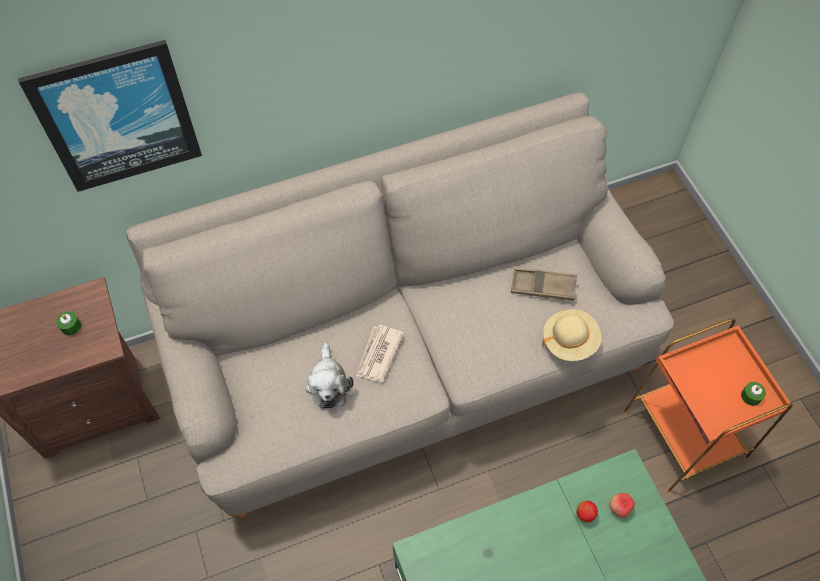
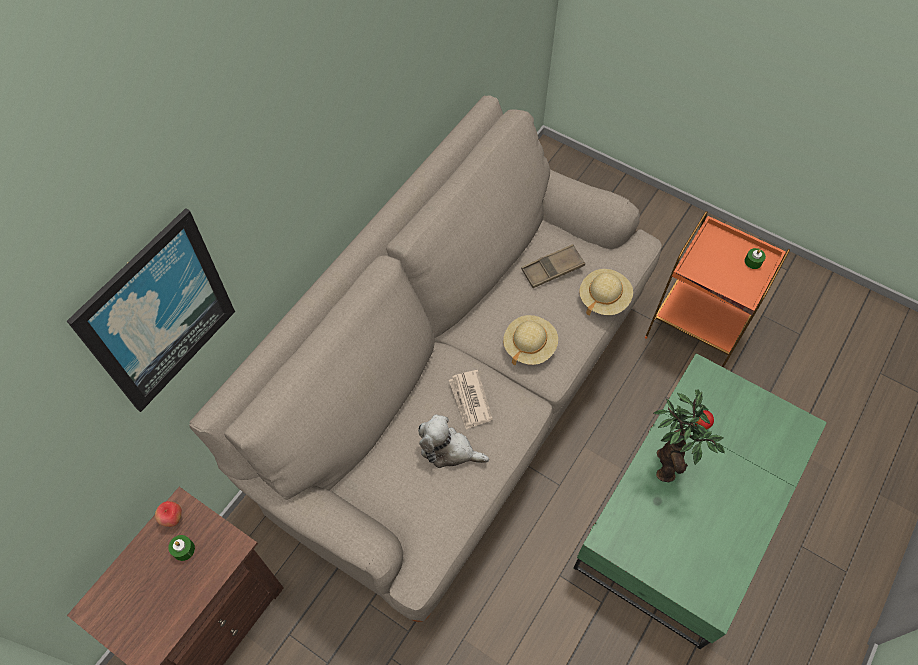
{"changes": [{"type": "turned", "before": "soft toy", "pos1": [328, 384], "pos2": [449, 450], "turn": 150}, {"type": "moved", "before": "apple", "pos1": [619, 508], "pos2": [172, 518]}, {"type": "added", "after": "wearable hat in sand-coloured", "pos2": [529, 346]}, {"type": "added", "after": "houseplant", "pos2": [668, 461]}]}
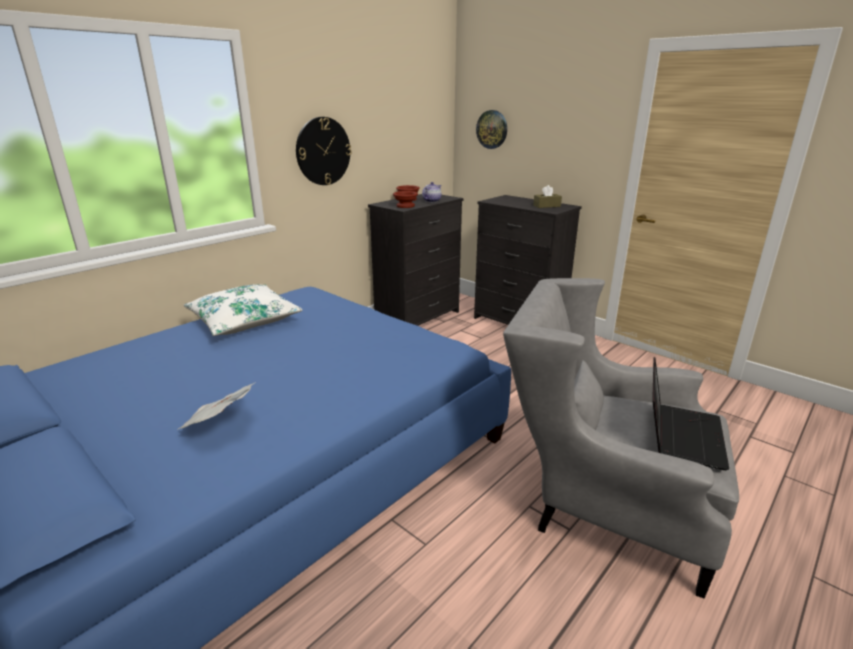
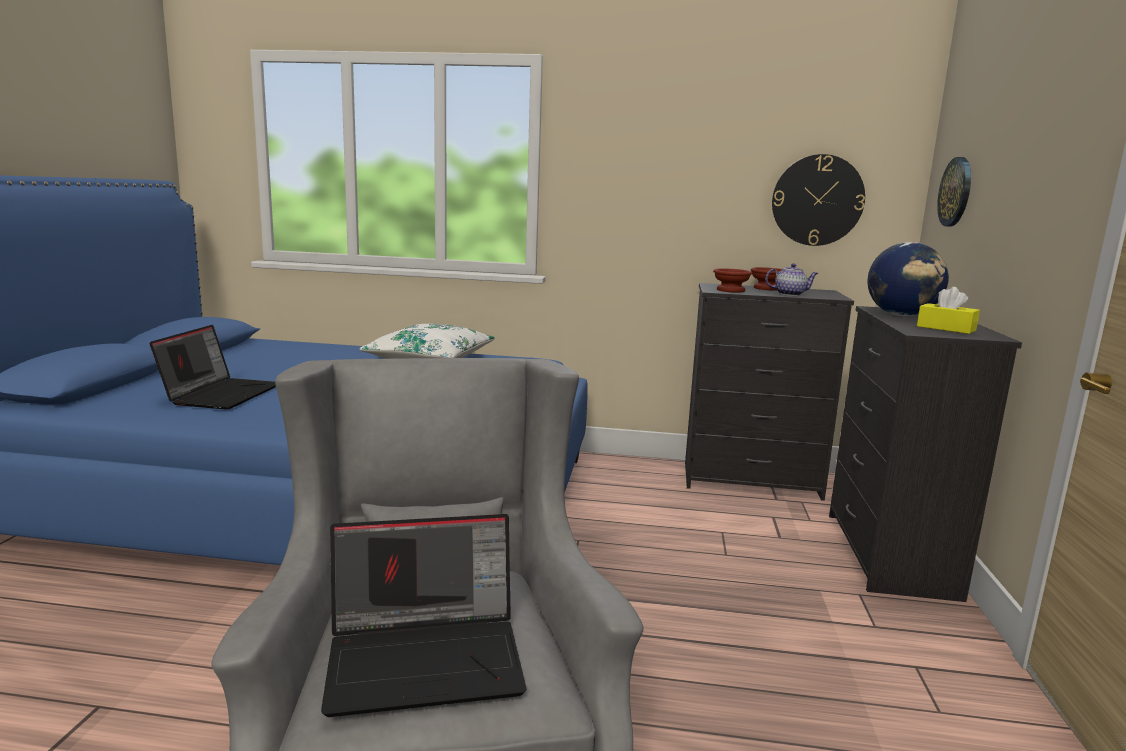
{"changes": [{"type": "moved", "before": "hanging clock", "pos1": [323, 151], "pos2": [817, 200]}, {"type": "recoloured", "before": "tissue box in brownish", "after": "tissue box in yellow", "pos1": [546, 206], "pos2": [946, 328]}, {"type": "replaced", "before": "printed paper", "after": "laptop", "pos1": [220, 423], "pos2": [221, 394]}, {"type": "added", "after": "world globe", "pos2": [902, 315]}]}
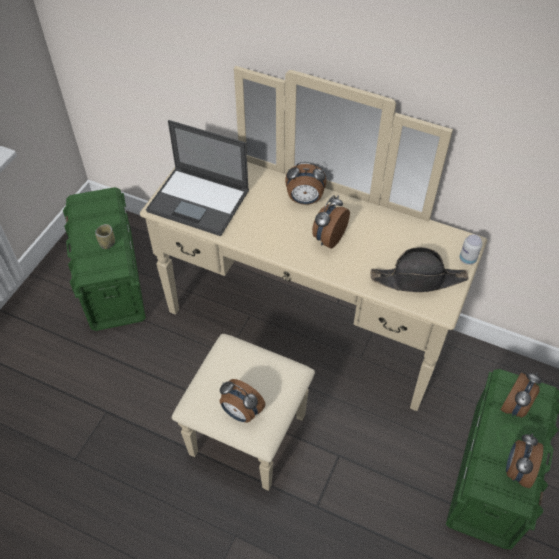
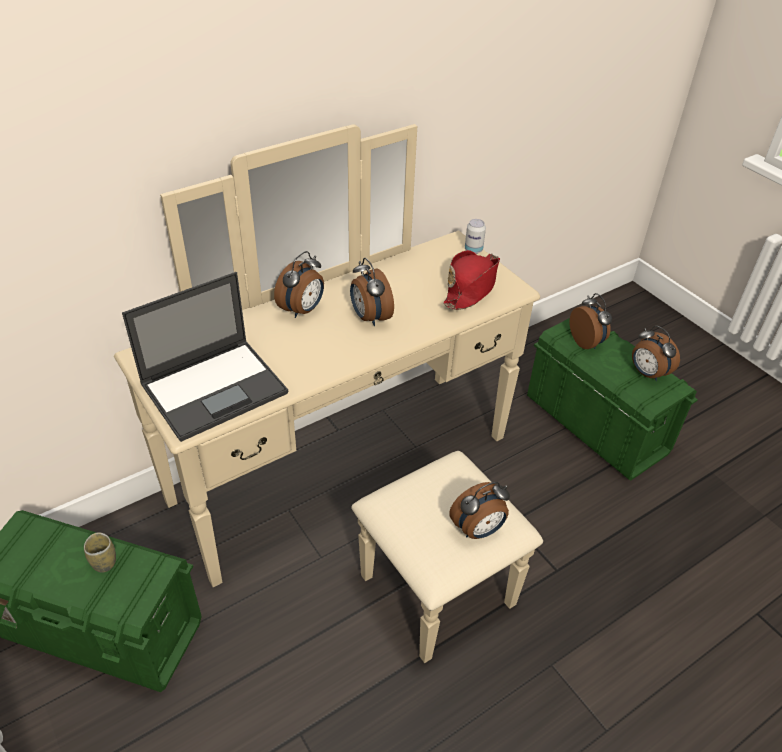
{"changes": [{"type": "recoloured", "before": "wearable hat in blackish", "after": "wearable hat in red", "pos1": [418, 279], "pos2": [472, 287]}]}
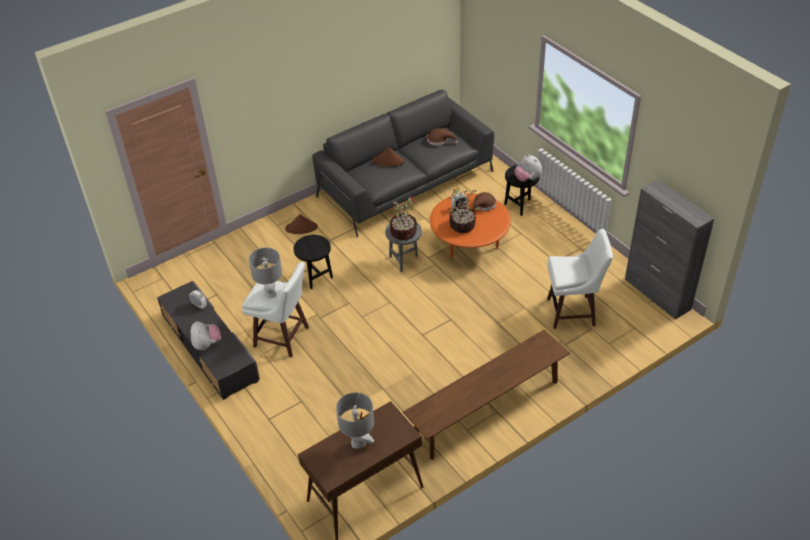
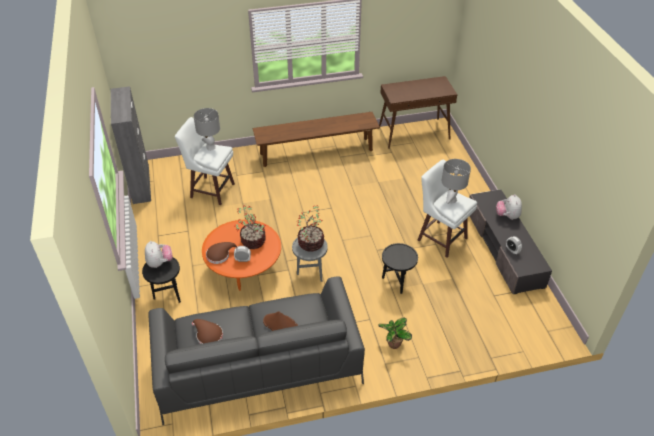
{"changes": [{"type": "replaced", "before": "wearable hat in brownish", "after": "houseplant", "pos1": [301, 228], "pos2": [393, 344]}, {"type": "moved", "before": "table lamp in grey", "pos1": [358, 443], "pos2": [210, 147]}]}
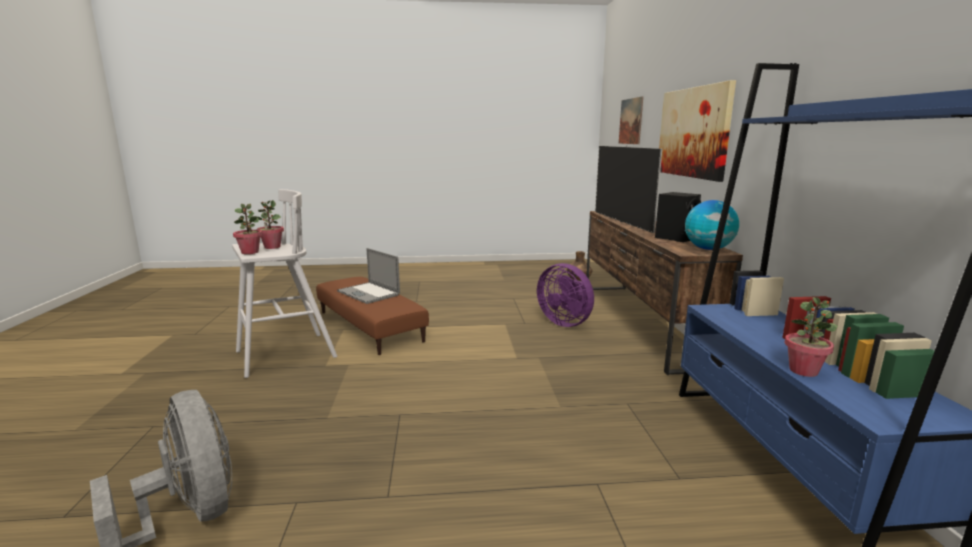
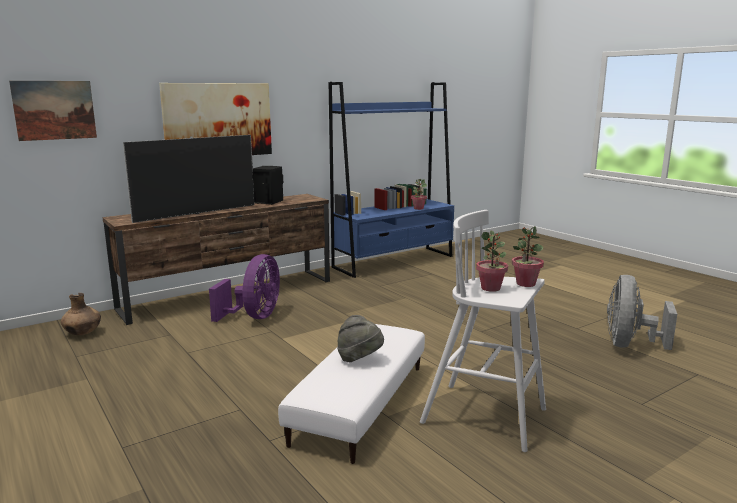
{"changes": [{"type": "removed", "before": "world globe", "pos1": [708, 249]}, {"type": "replaced", "before": "laptop", "after": "wearable hat in grey", "pos1": [368, 293], "pos2": [360, 359]}, {"type": "recoloured", "before": "pouffe in brownish", "after": "pouffe in white-coloured", "pos1": [370, 326], "pos2": [360, 403]}]}
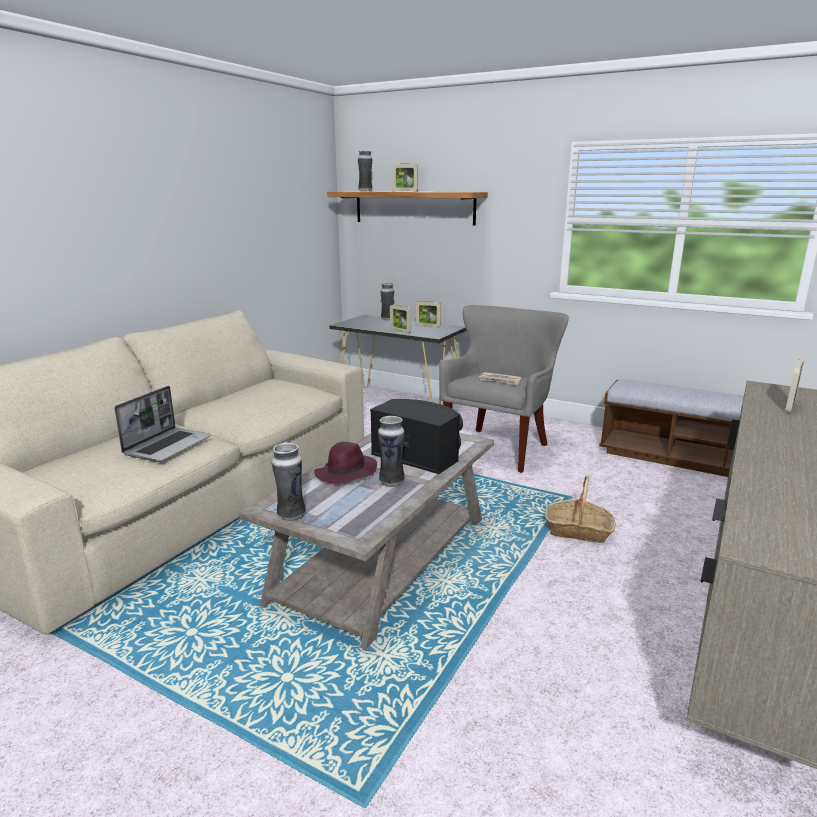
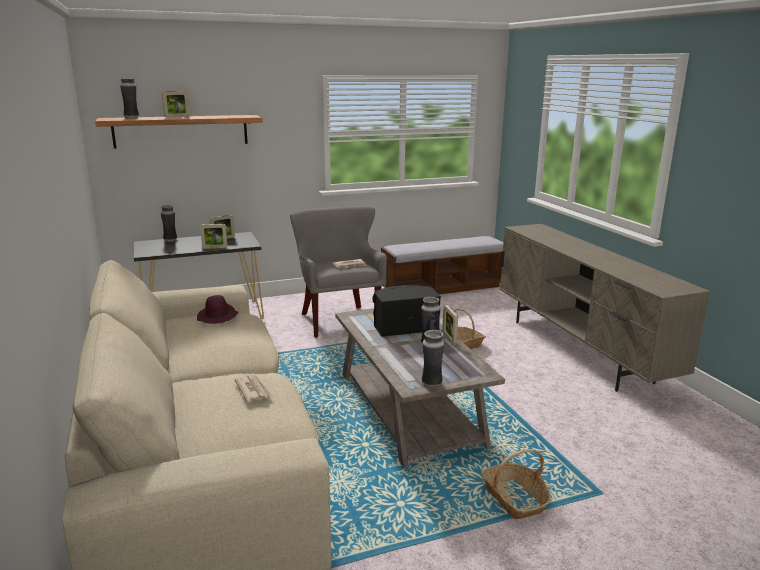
{"changes": [{"type": "moved", "before": "photo frame", "pos1": [789, 407], "pos2": [449, 339]}, {"type": "replaced", "before": "laptop", "after": "printed paper", "pos1": [168, 445], "pos2": [253, 390]}, {"type": "moved", "before": "wearable hat in purple", "pos1": [346, 473], "pos2": [218, 317]}, {"type": "added", "after": "household basket", "pos2": [514, 499]}]}
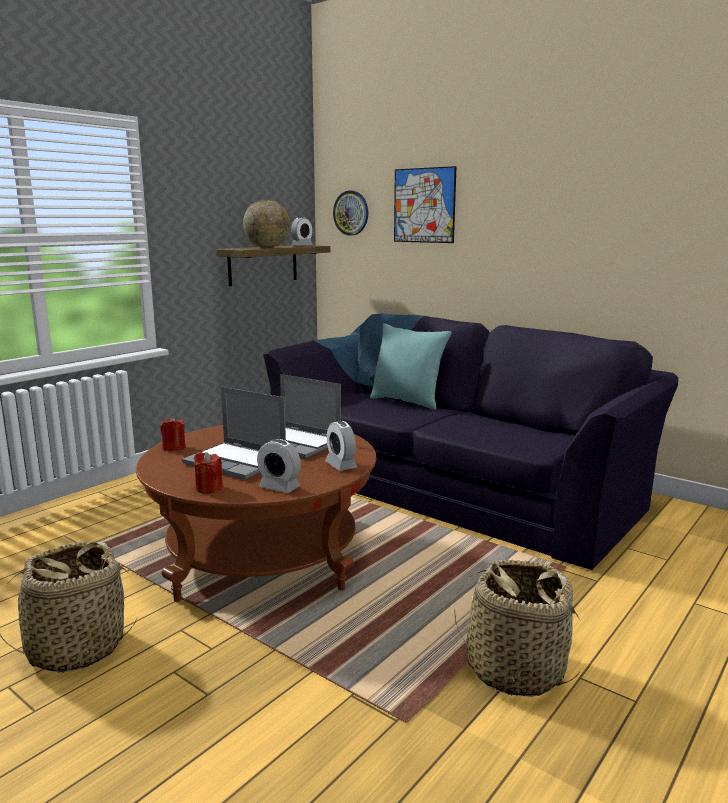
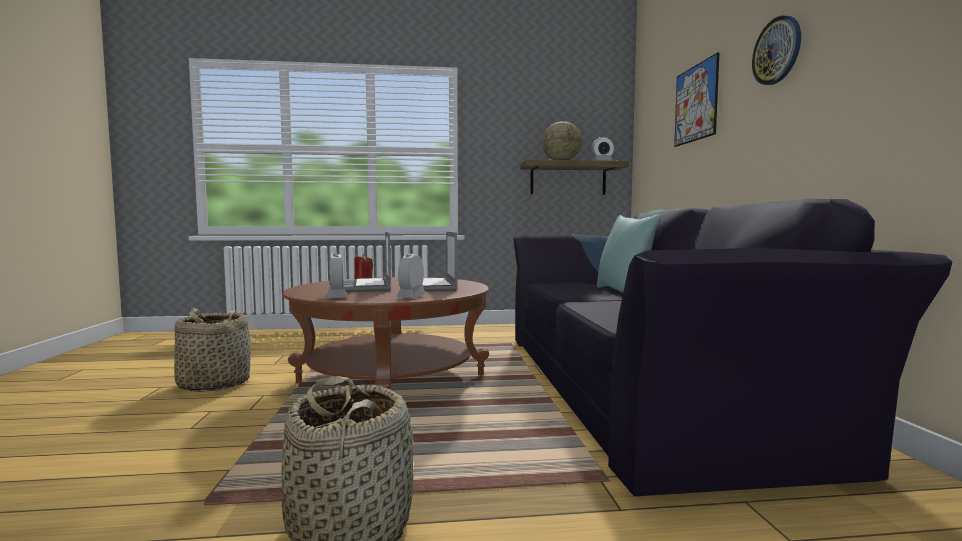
{"changes": [{"type": "moved", "before": "hanging clock", "pos1": [351, 213], "pos2": [777, 51]}, {"type": "removed", "before": "candle in red", "pos1": [209, 488]}]}
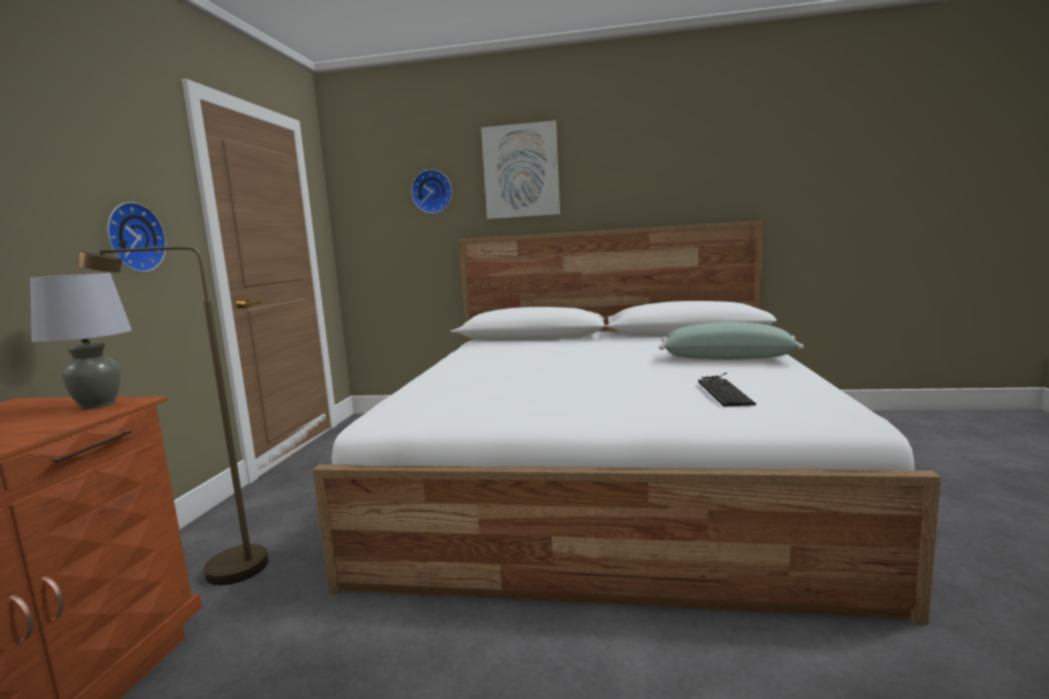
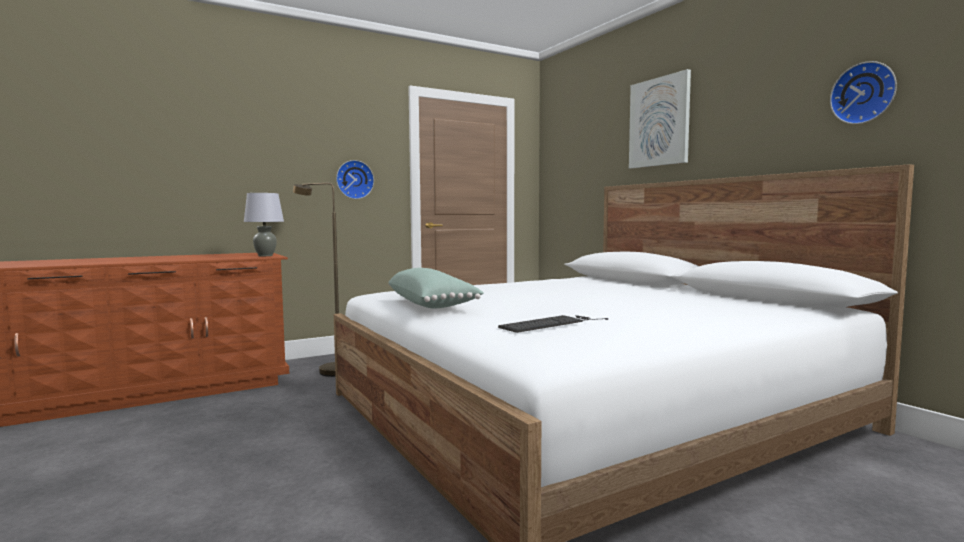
{"changes": [{"type": "moved", "before": "hanging clock", "pos1": [432, 191], "pos2": [864, 93]}, {"type": "moved", "before": "throw pillow in green-coloured", "pos1": [727, 358], "pos2": [432, 305]}]}
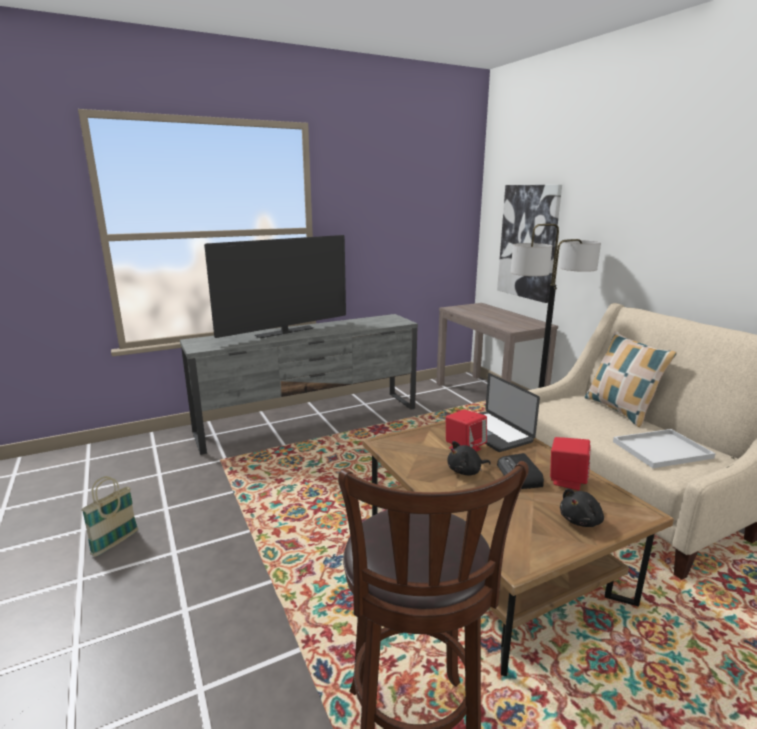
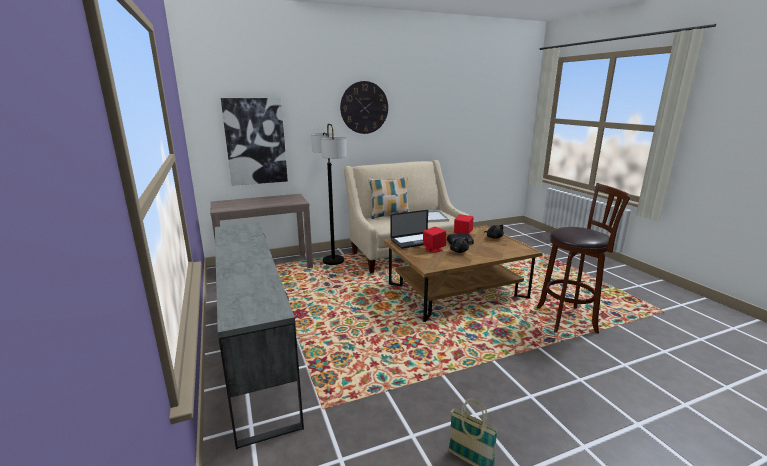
{"changes": [{"type": "removed", "before": "television", "pos1": [285, 332]}, {"type": "added", "after": "hanging clock", "pos2": [364, 107]}]}
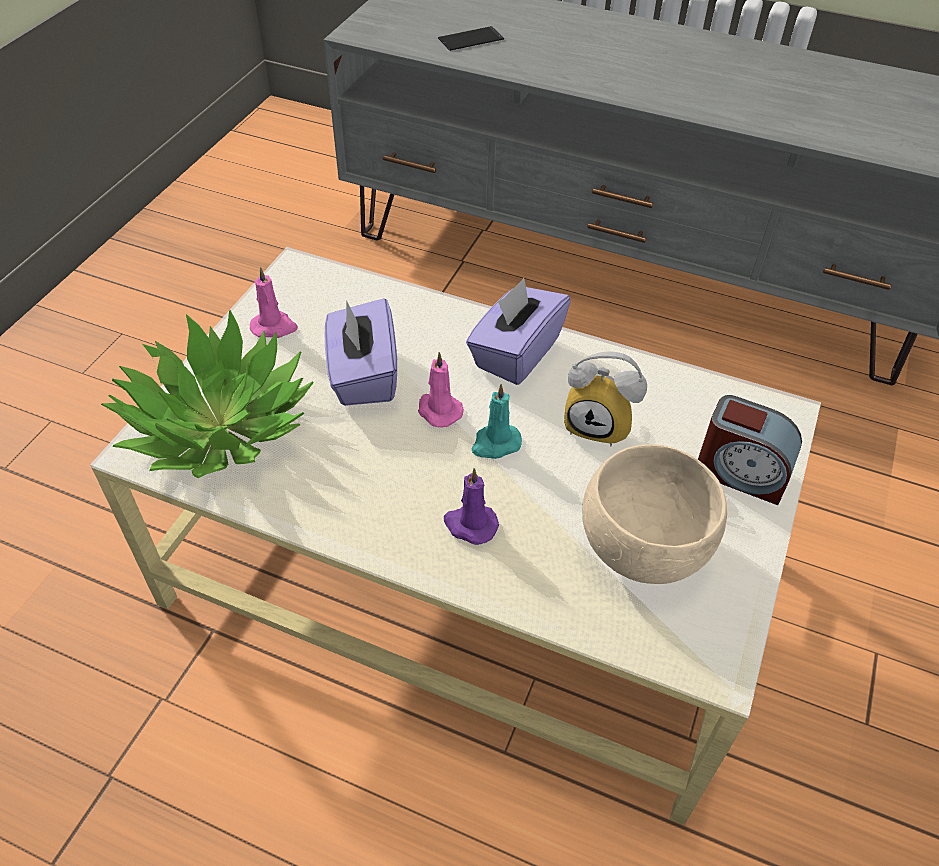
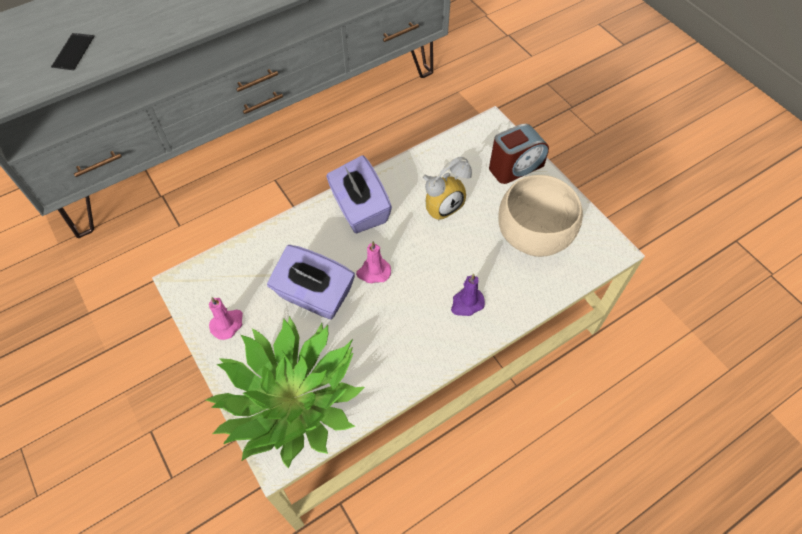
{"changes": [{"type": "removed", "before": "candle in blue-green", "pos1": [495, 443]}]}
